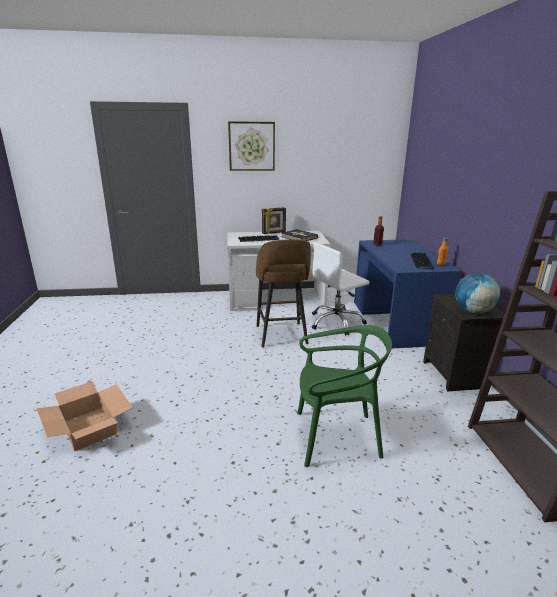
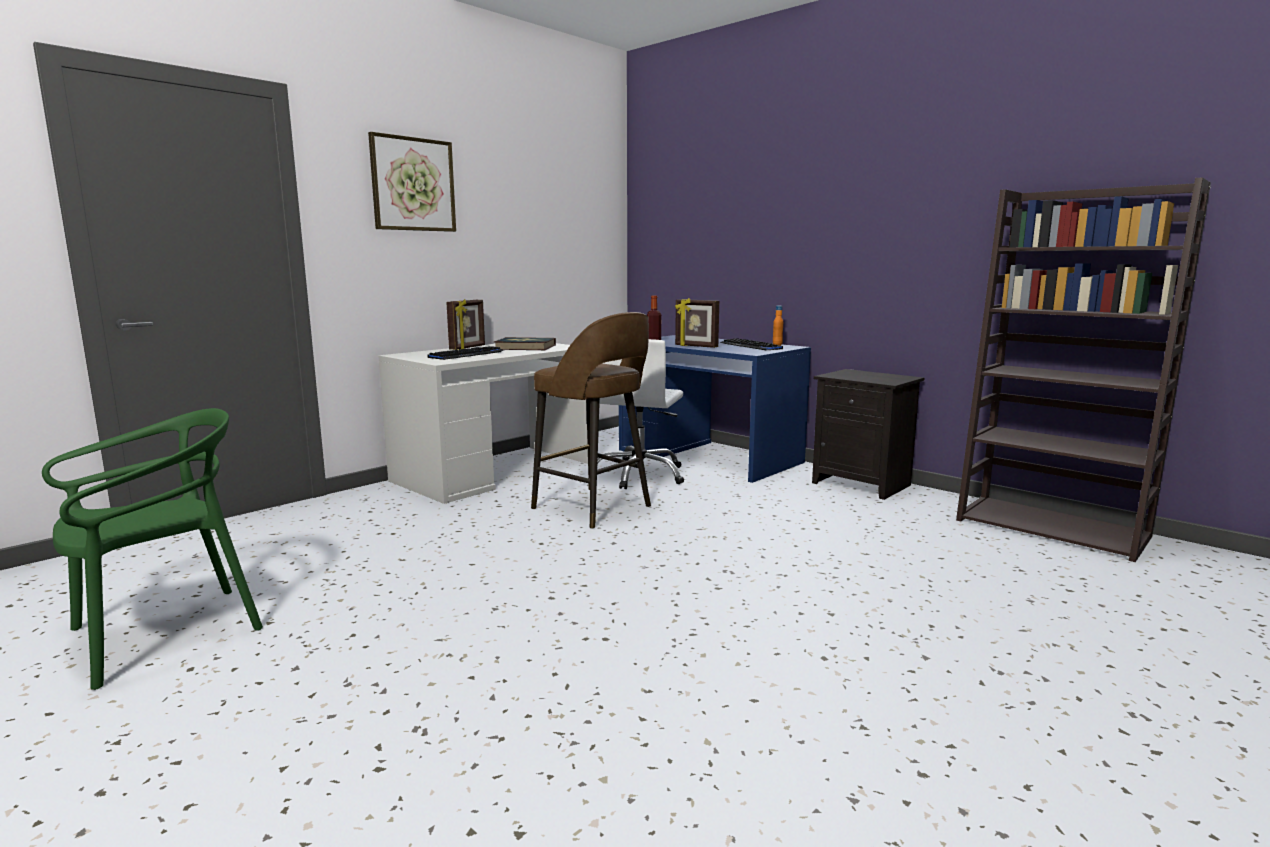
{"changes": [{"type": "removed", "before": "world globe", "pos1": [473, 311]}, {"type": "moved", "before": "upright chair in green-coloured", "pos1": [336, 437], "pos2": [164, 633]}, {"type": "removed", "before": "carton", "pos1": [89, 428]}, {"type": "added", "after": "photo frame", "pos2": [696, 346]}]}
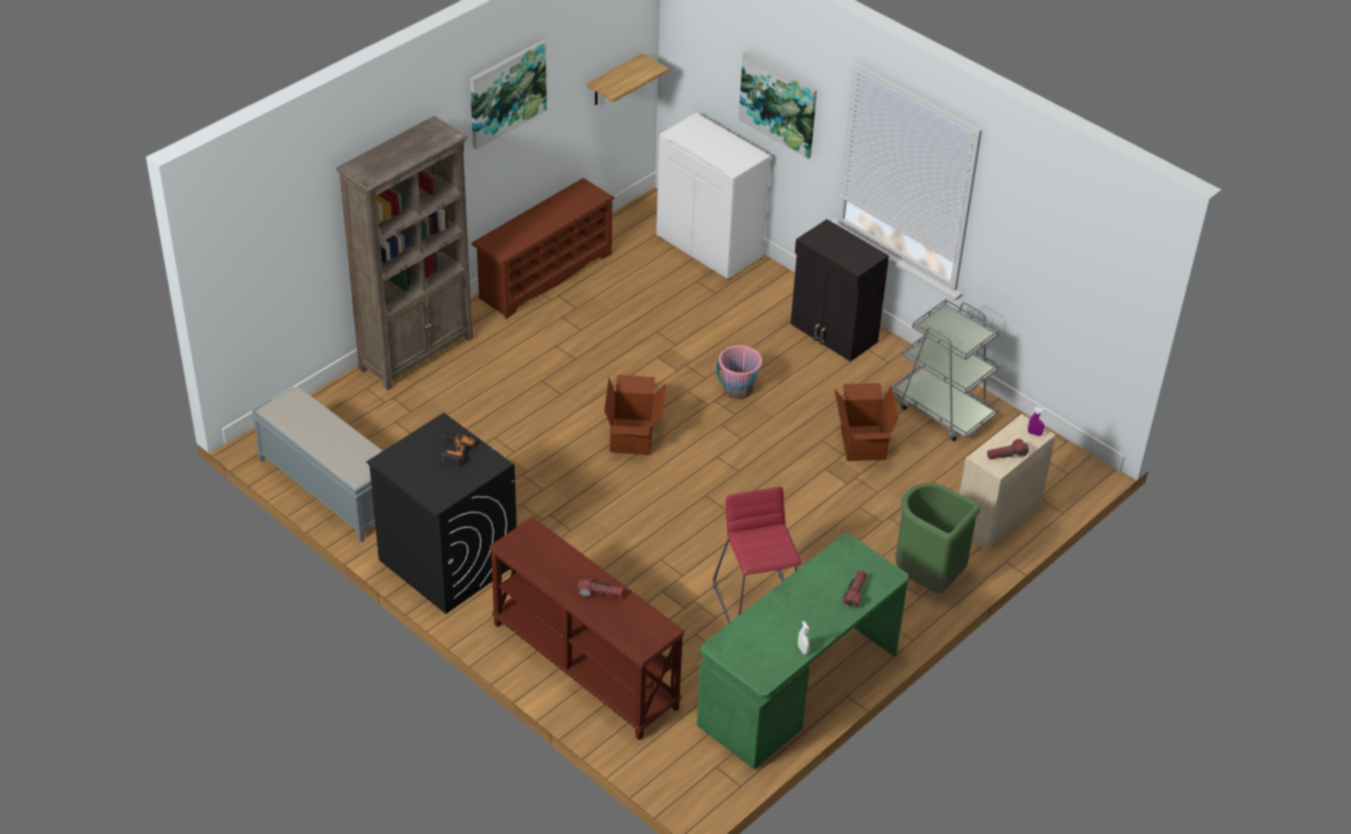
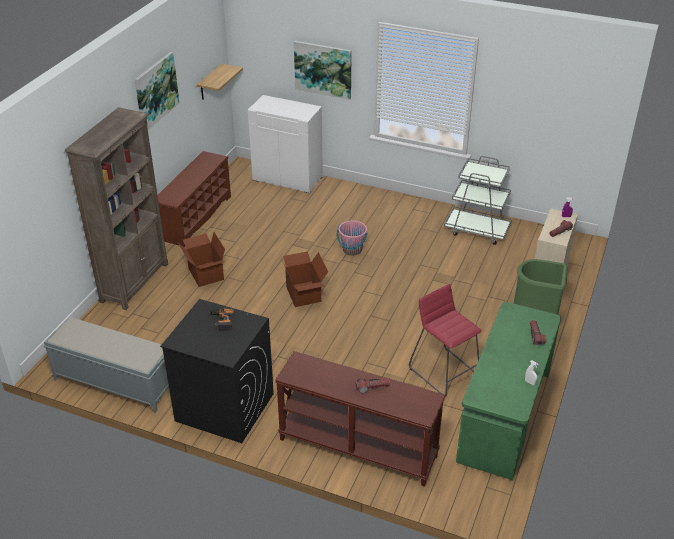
{"changes": [{"type": "removed", "before": "storage cabinet in blackish", "pos1": [833, 333]}, {"type": "moved", "before": "carton", "pos1": [862, 443], "pos2": [205, 274]}]}
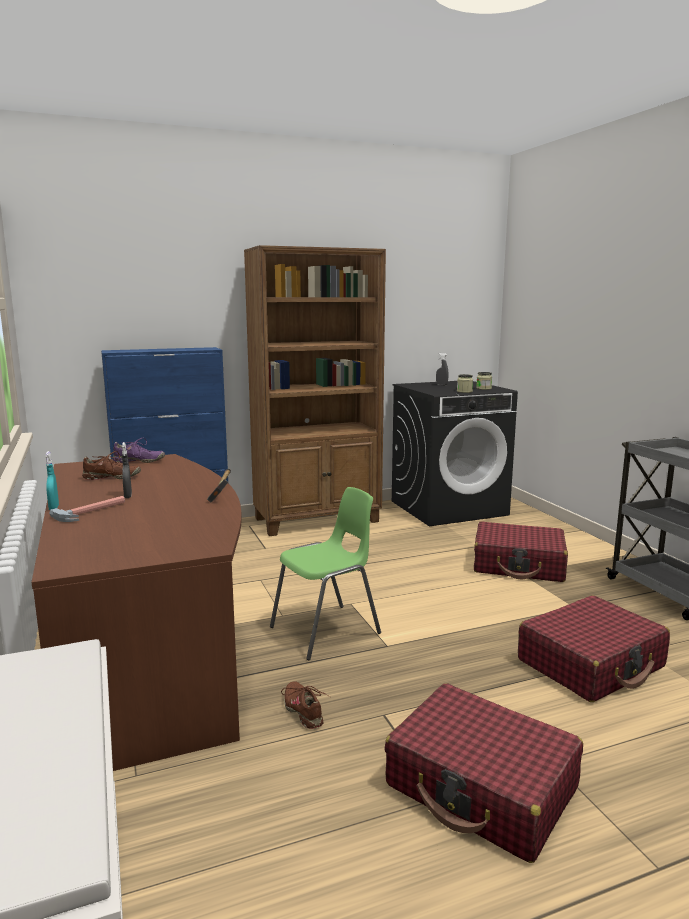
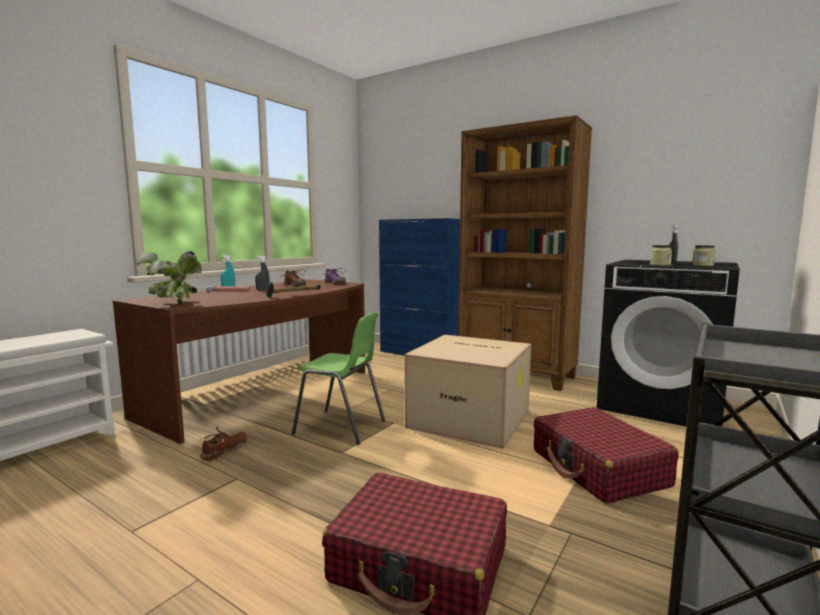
{"changes": [{"type": "removed", "before": "piece of luggage in red", "pos1": [482, 787]}, {"type": "added", "after": "houseplant", "pos2": [174, 303]}, {"type": "added", "after": "carton", "pos2": [471, 418]}]}
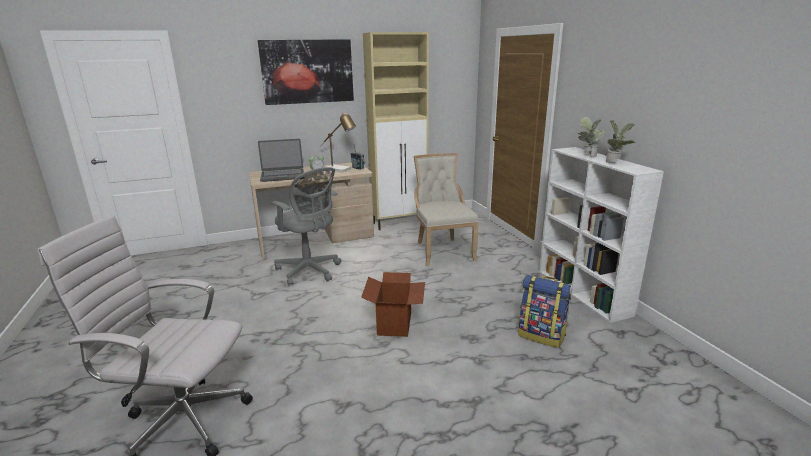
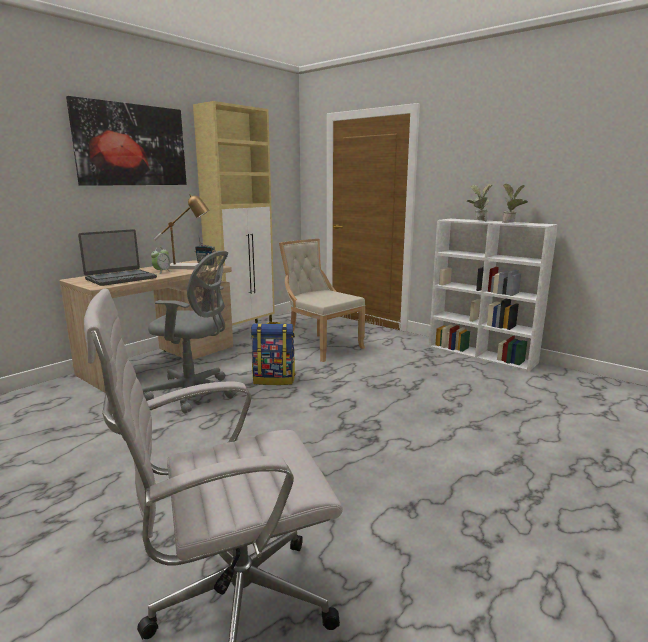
{"changes": [{"type": "removed", "before": "carton", "pos1": [395, 324]}, {"type": "moved", "before": "knapsack", "pos1": [541, 335], "pos2": [274, 380]}]}
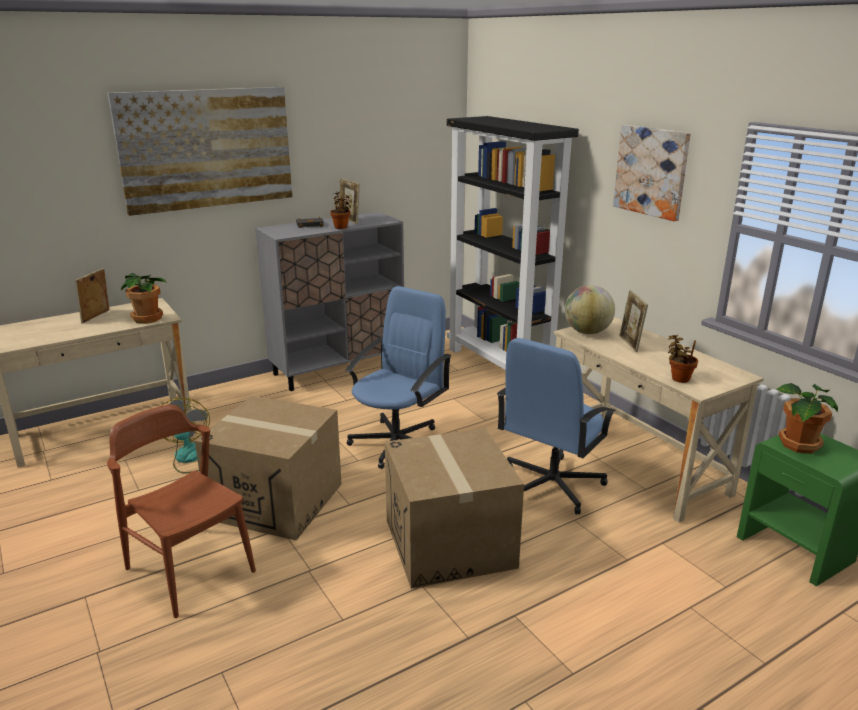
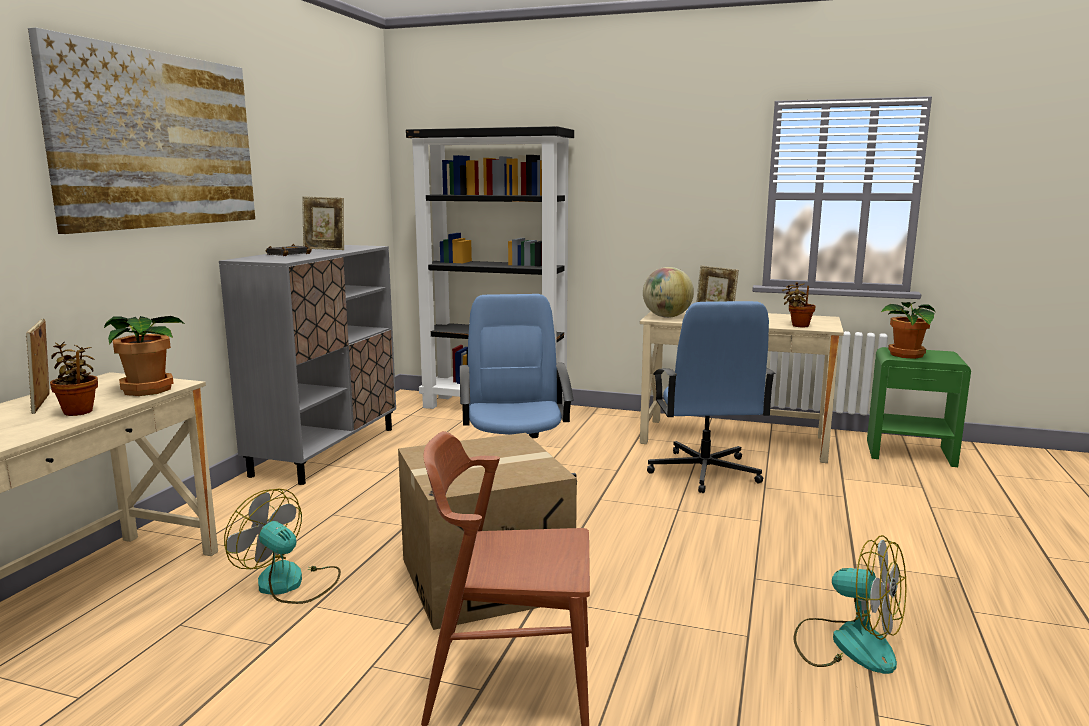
{"changes": [{"type": "removed", "before": "picture", "pos1": [651, 171]}, {"type": "moved", "before": "houseplant", "pos1": [341, 227], "pos2": [79, 411]}, {"type": "removed", "before": "carton", "pos1": [450, 543]}, {"type": "added", "after": "cooling fan", "pos2": [847, 644]}]}
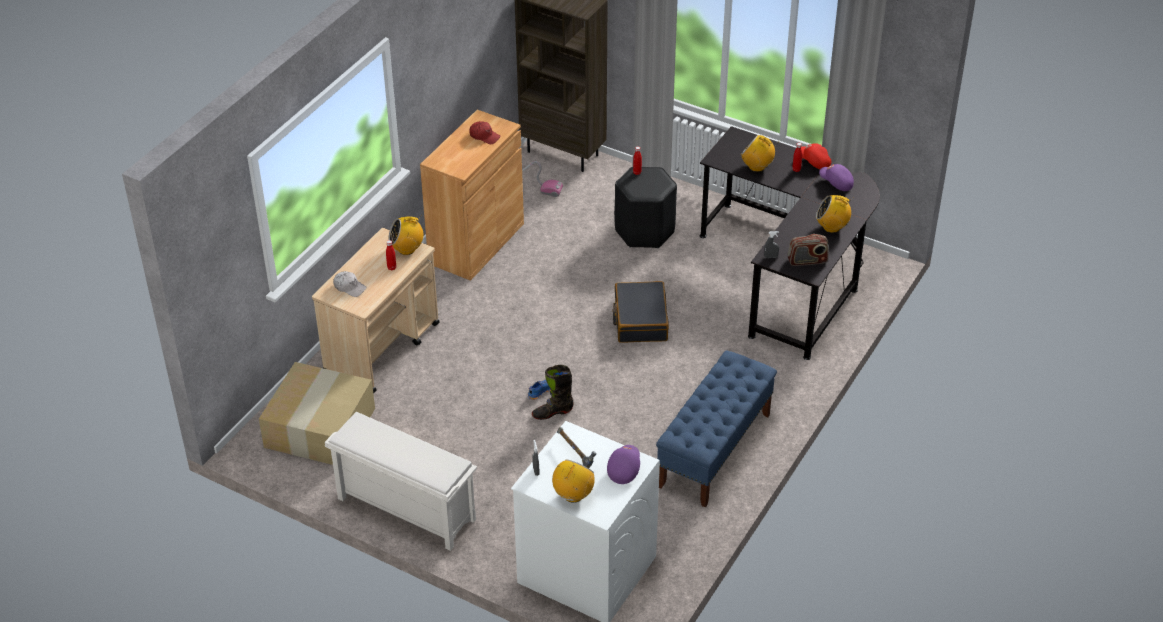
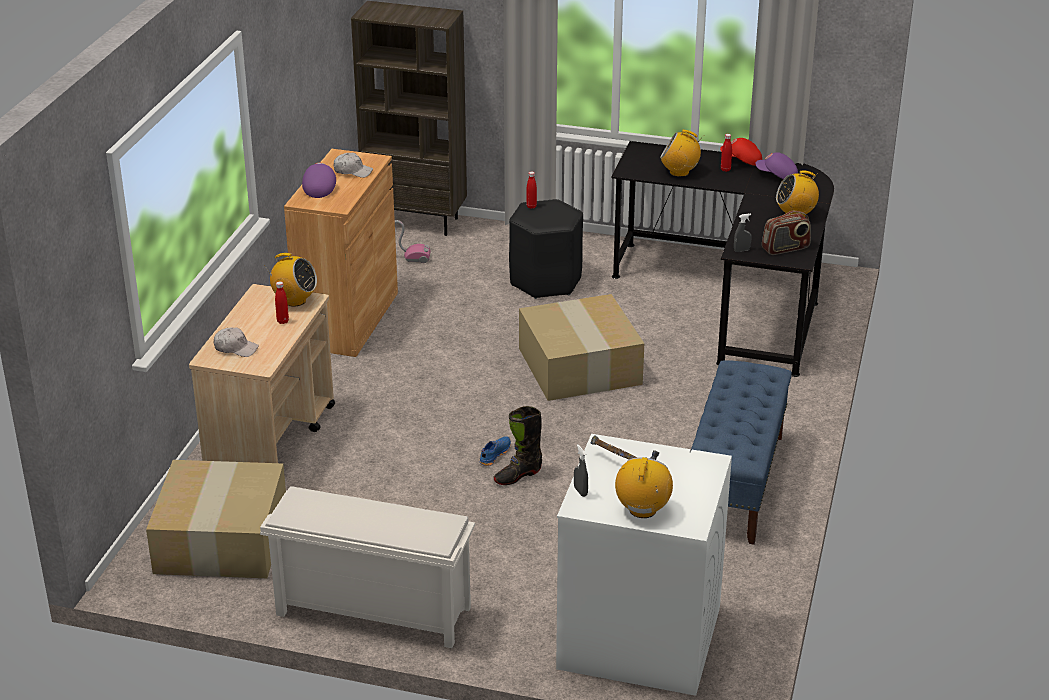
{"changes": [{"type": "recoloured", "before": "baseball cap in red", "after": "baseball cap in white-coloured", "pos1": [484, 136], "pos2": [352, 171]}, {"type": "turned", "before": "radio", "pos1": [407, 249], "pos2": [294, 300], "turn": -135}, {"type": "replaced", "before": "piece of luggage in blackish", "after": "carton", "pos1": [640, 320], "pos2": [581, 367]}, {"type": "moved", "before": "baseball cap in purple", "pos1": [624, 469], "pos2": [319, 188]}]}
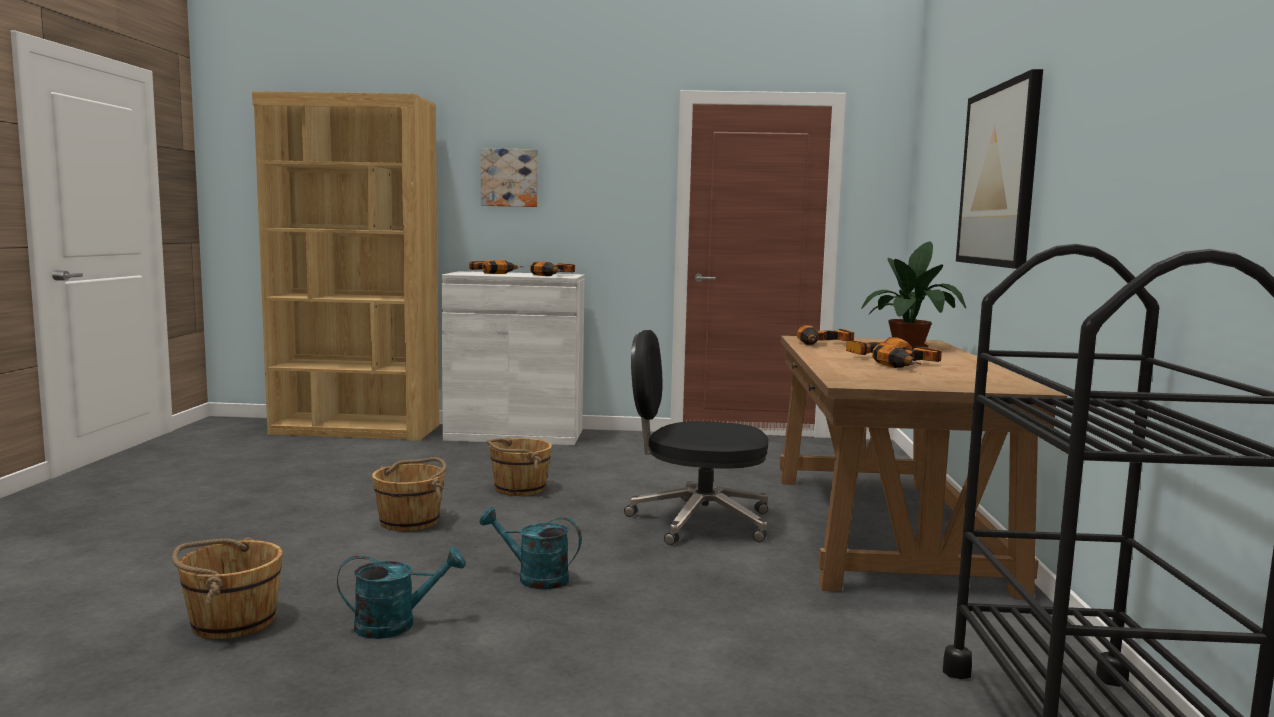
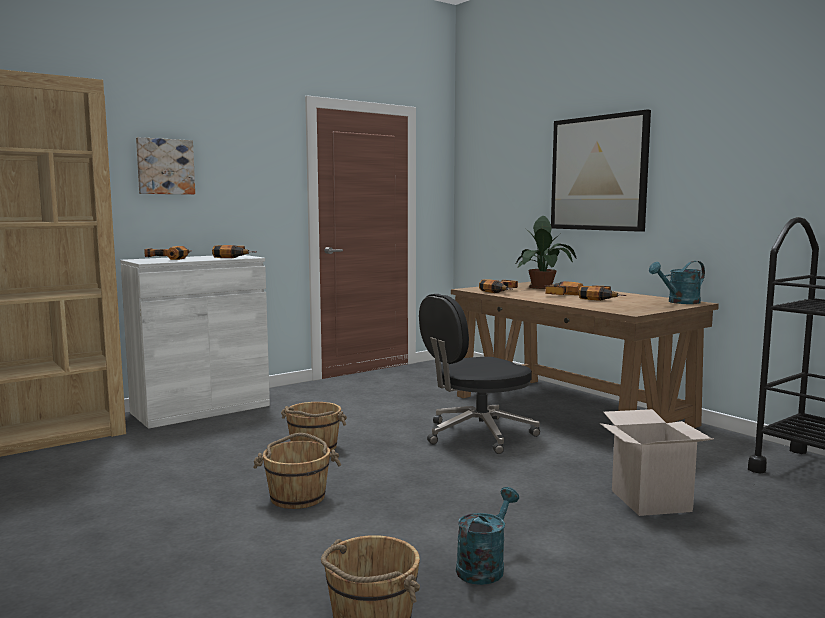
{"changes": [{"type": "moved", "before": "watering can in blue-green", "pos1": [534, 578], "pos2": [679, 302]}, {"type": "added", "after": "carton", "pos2": [650, 501]}]}
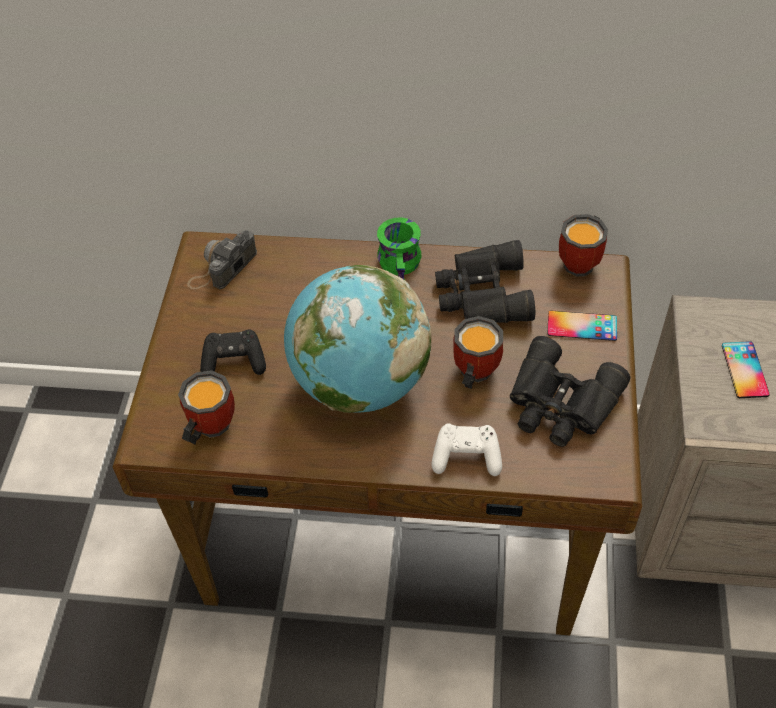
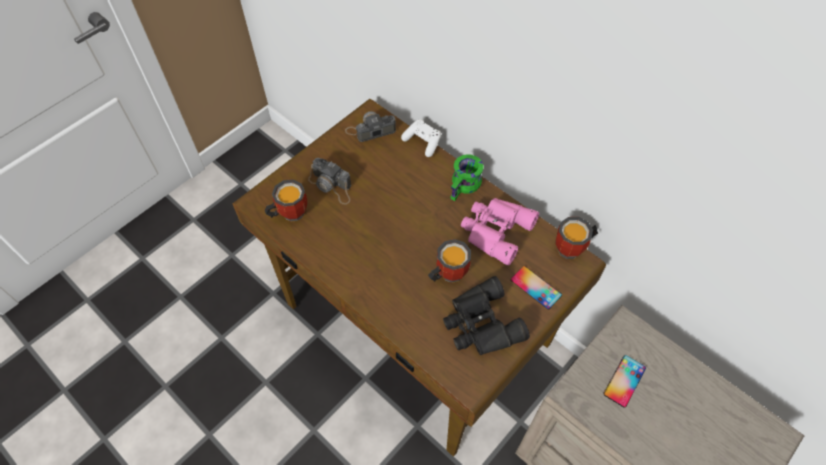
{"changes": [{"type": "recoloured", "before": "pair of binoculars in blackish", "after": "pair of binoculars in pink", "pos1": [481, 294], "pos2": [494, 231]}, {"type": "removed", "before": "world globe", "pos1": [360, 383]}, {"type": "replaced", "before": "joypad in blackish", "after": "photo camera", "pos1": [234, 362], "pos2": [331, 186]}, {"type": "moved", "before": "joypad in white-coloured", "pos1": [466, 457], "pos2": [422, 142]}]}
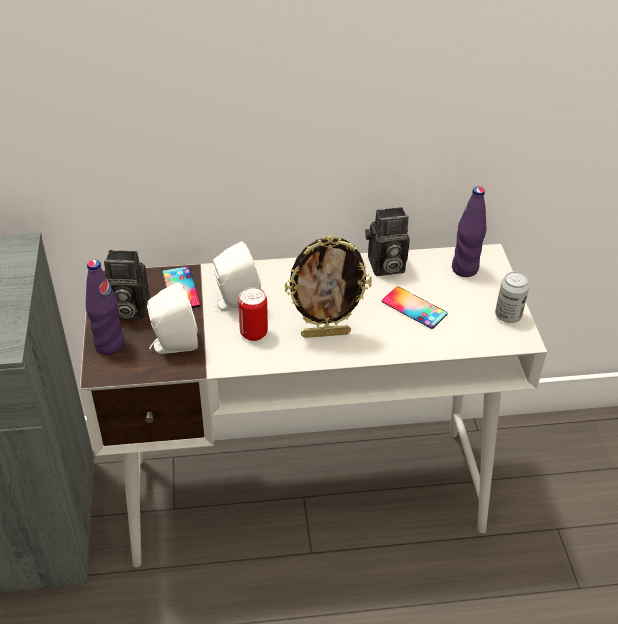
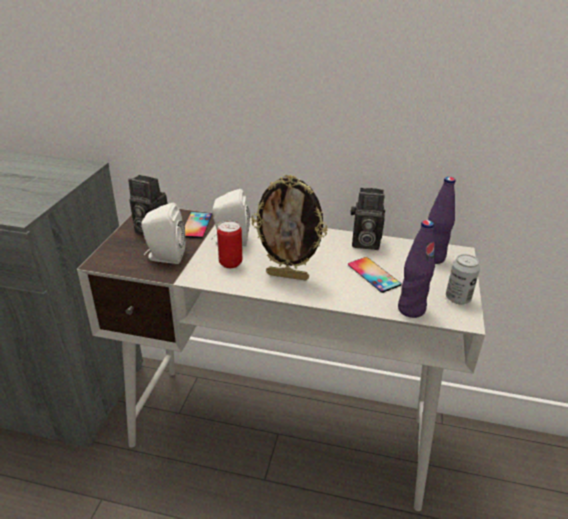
{"changes": [{"type": "moved", "before": "beverage bottle in purple", "pos1": [109, 345], "pos2": [411, 309]}]}
